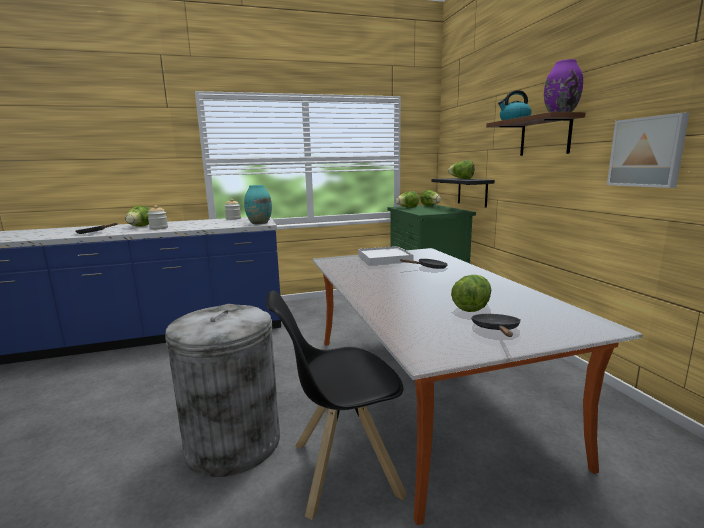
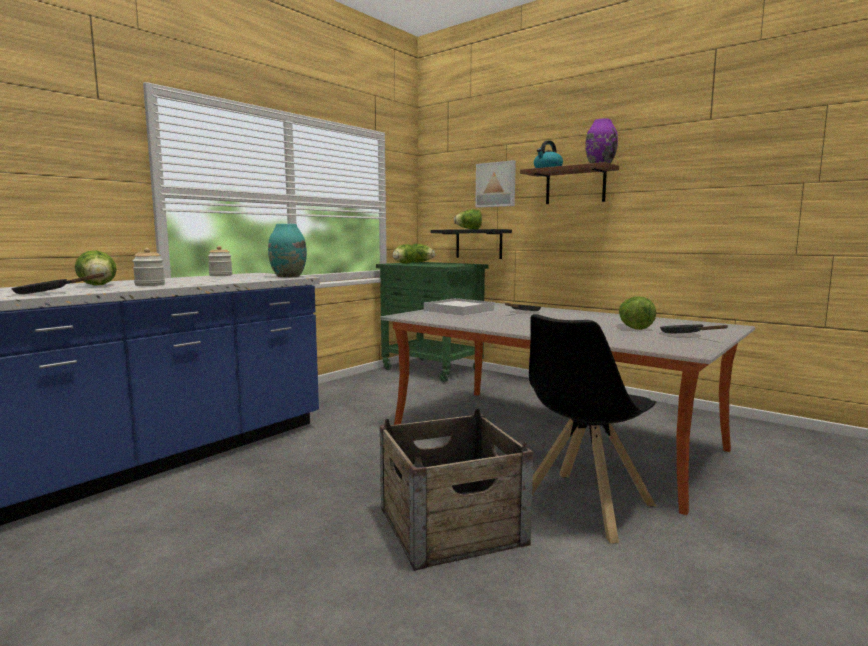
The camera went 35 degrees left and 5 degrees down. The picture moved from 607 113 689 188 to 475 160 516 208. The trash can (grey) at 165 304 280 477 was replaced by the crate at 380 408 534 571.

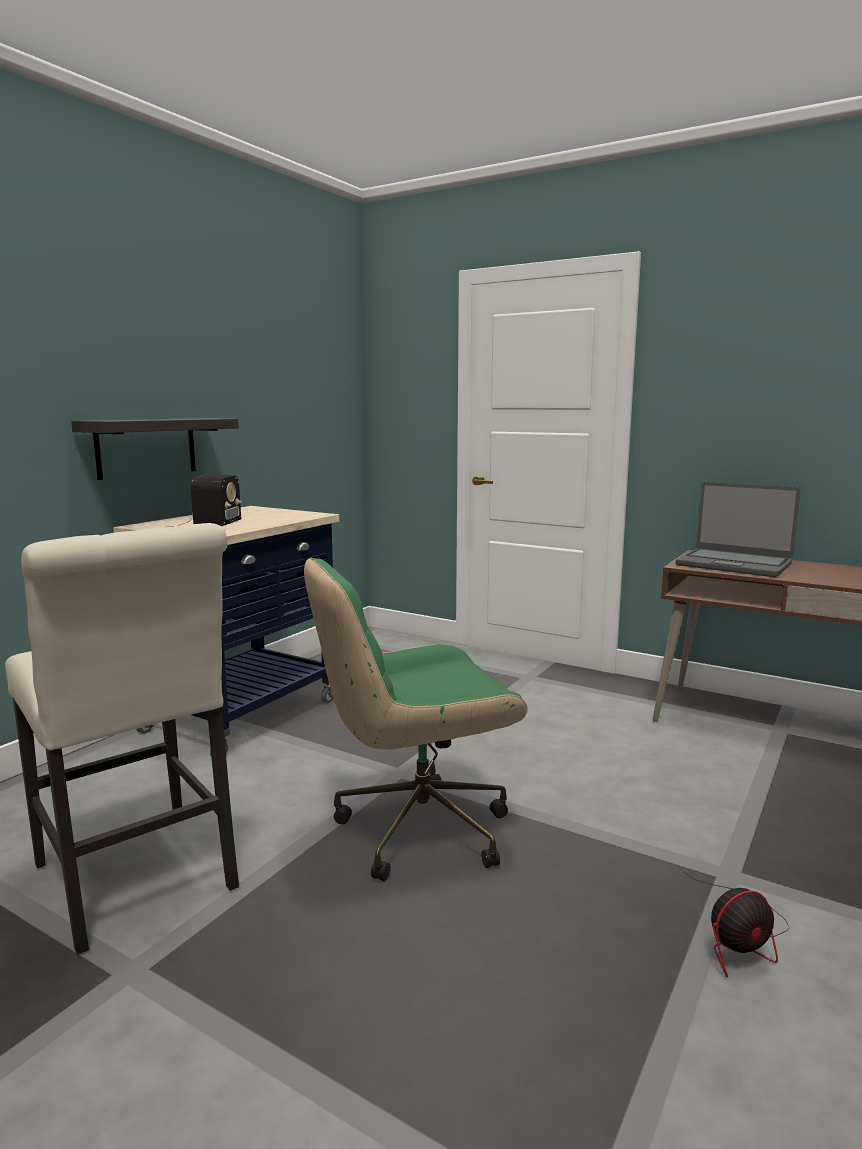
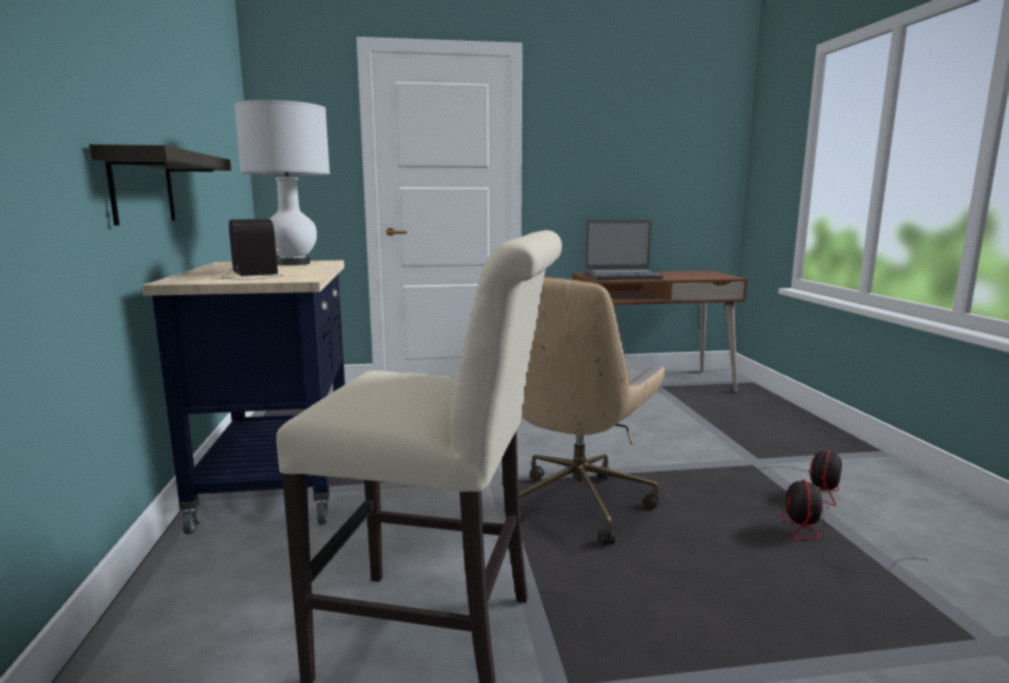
The camera went 40 degrees left and 0 degrees up. The office chair (green) at 304 557 528 881 became the office chair (grey) at 519 277 665 546. The table lamp (white) at 234 100 330 265 appeared. The fan at 782 480 925 575 appeared.

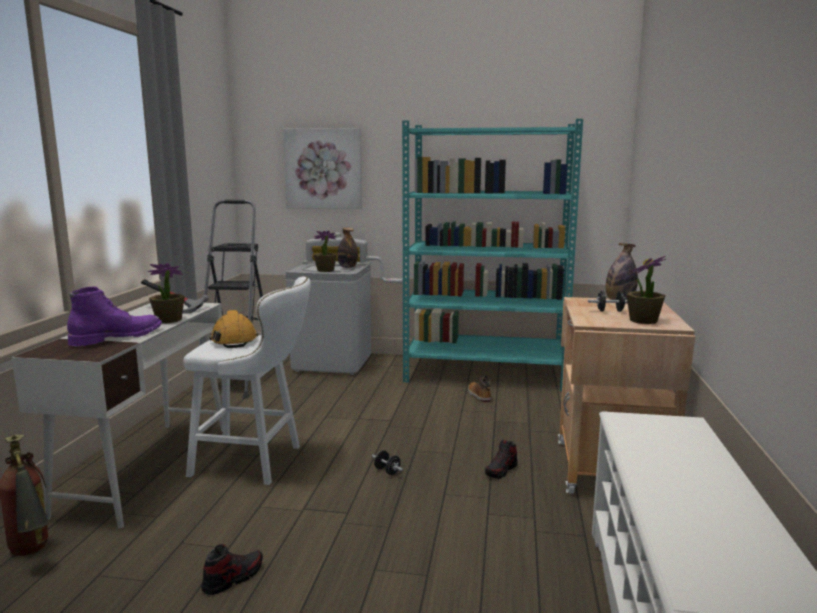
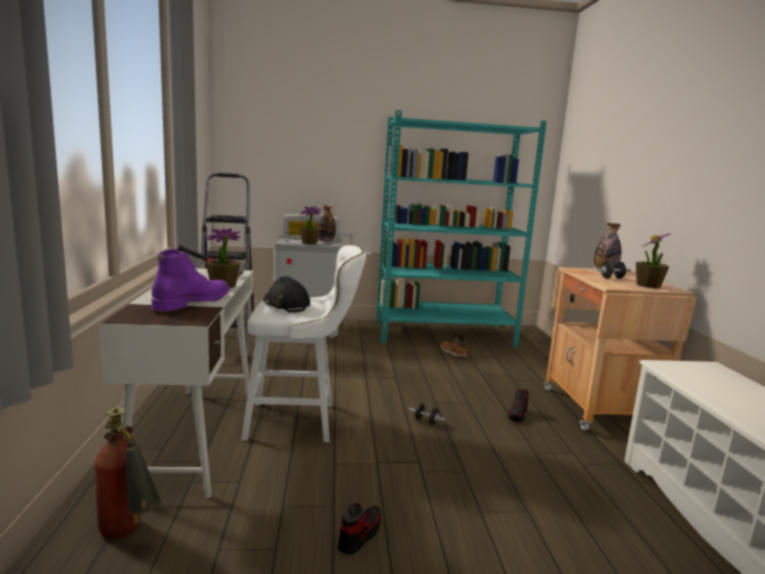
The camera went 15 degrees left and 0 degrees up. The picture at 283 128 362 209 disappeared. The hard hat (orange) at 209 310 258 348 became the hard hat (black) at 263 276 310 313.

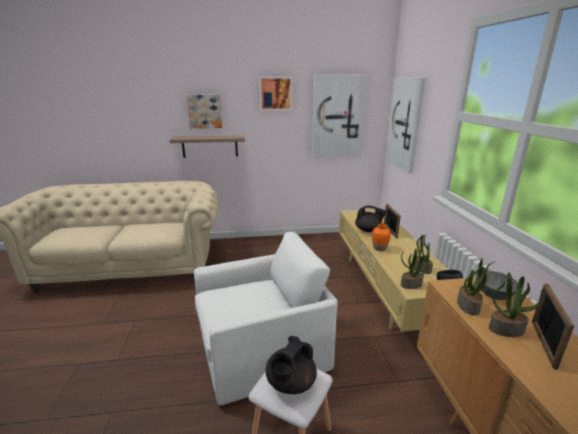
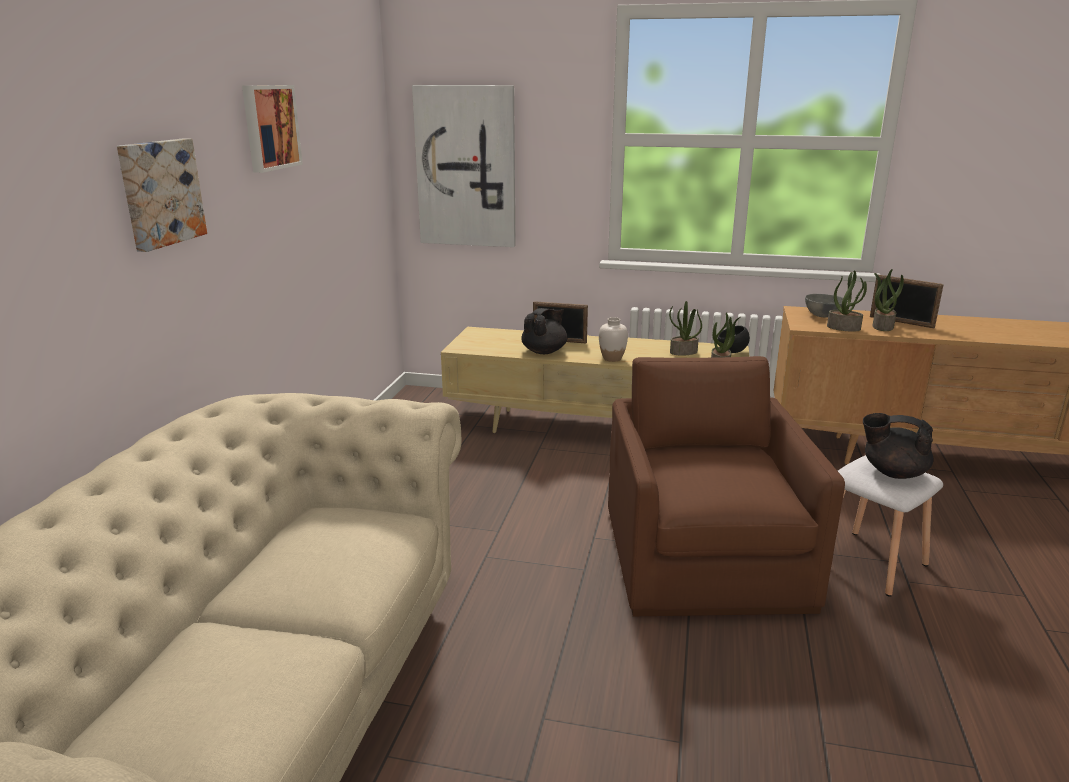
The camera went 70 degrees left and 0 degrees up. The picture at 312 75 368 158 disappeared. The shelf at 170 135 245 158 disappeared. The vase (orange) at 372 223 391 251 became the vase (white) at 599 317 628 362. The armchair (white) at 194 232 338 408 became the armchair (brown) at 608 356 845 616. The teapot (black) at 265 336 317 394 turned 150 degrees clockwise.

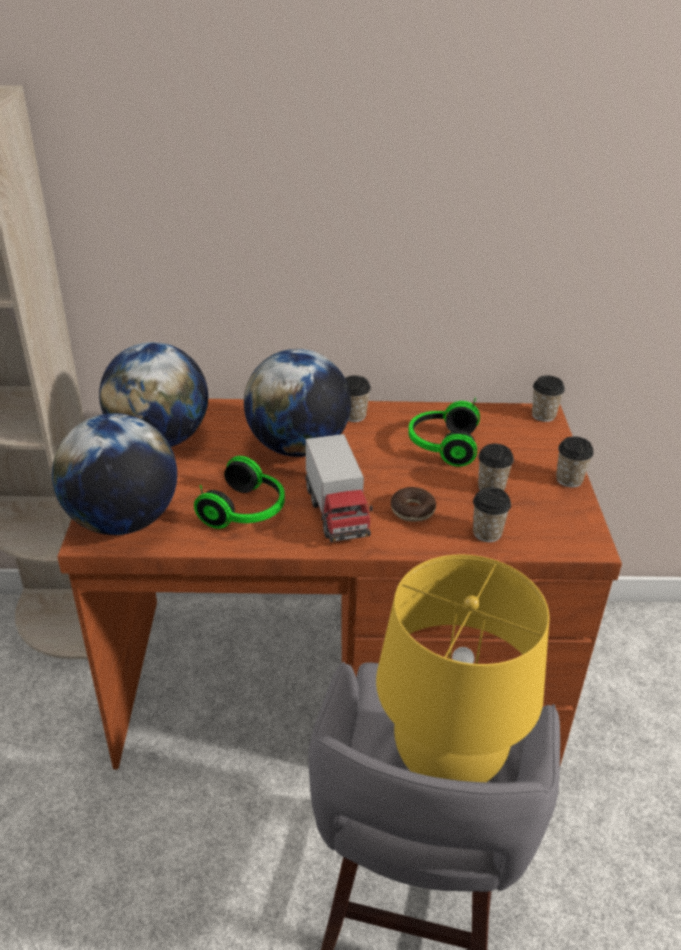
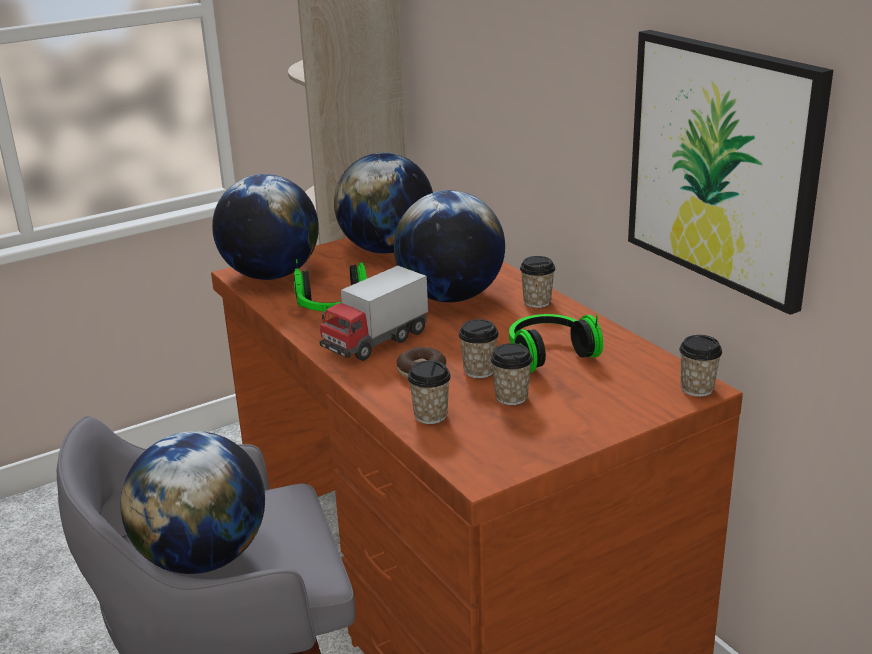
The camera went 60 degrees right and 10 degrees down. The cup moved from 556 436 594 487 to 459 319 499 378. The table lamp (yellow) at 376 555 549 782 was replaced by the globe at 121 431 265 574. The picture at 628 30 833 315 appeared.

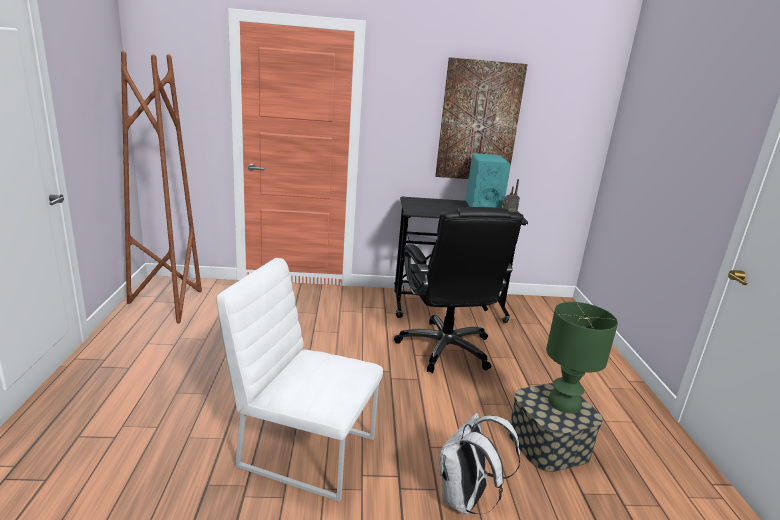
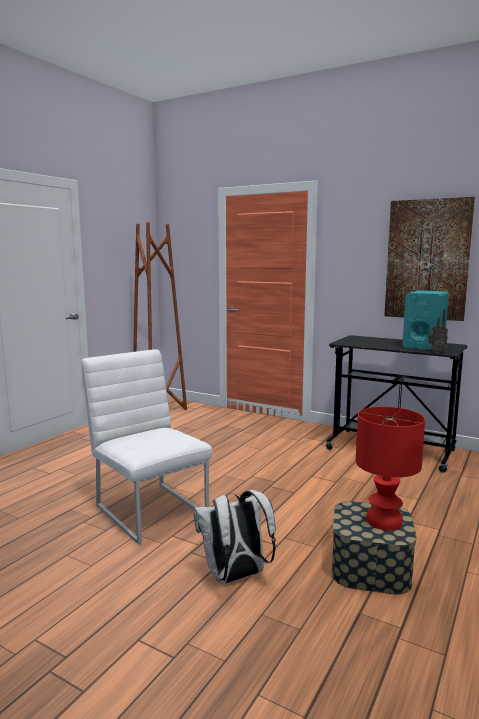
The camera went 35 degrees right and 10 degrees down. The office chair (black) at 394 207 523 373 disappeared. The table lamp (green) at 546 302 618 414 became the table lamp (red) at 356 407 425 531.

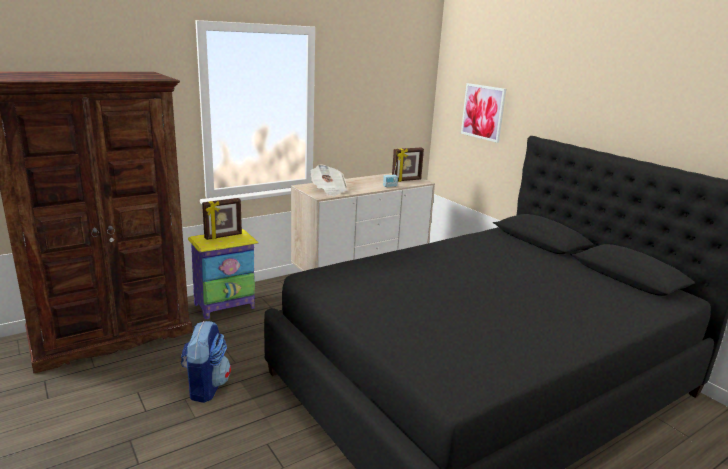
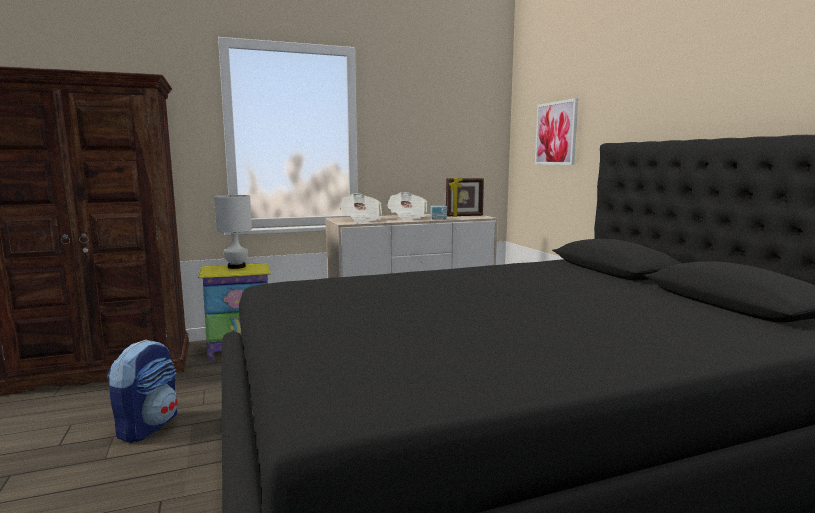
The camera went 15 degrees right and 10 degrees down. The picture frame at 202 198 242 240 was replaced by the table lamp (white) at 214 195 252 269. The newspaper at 387 192 427 220 appeared.

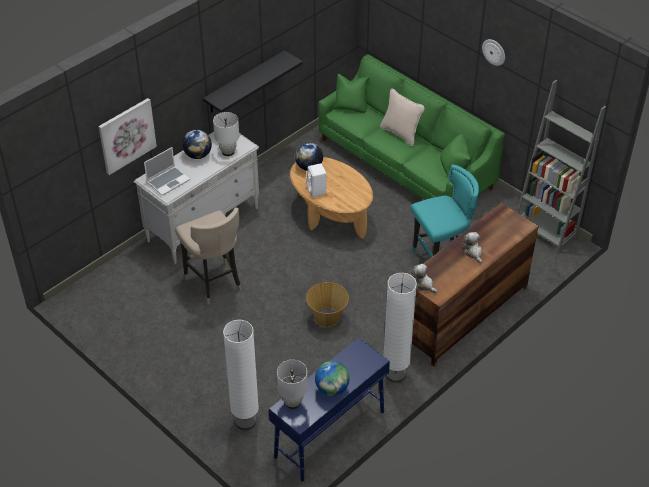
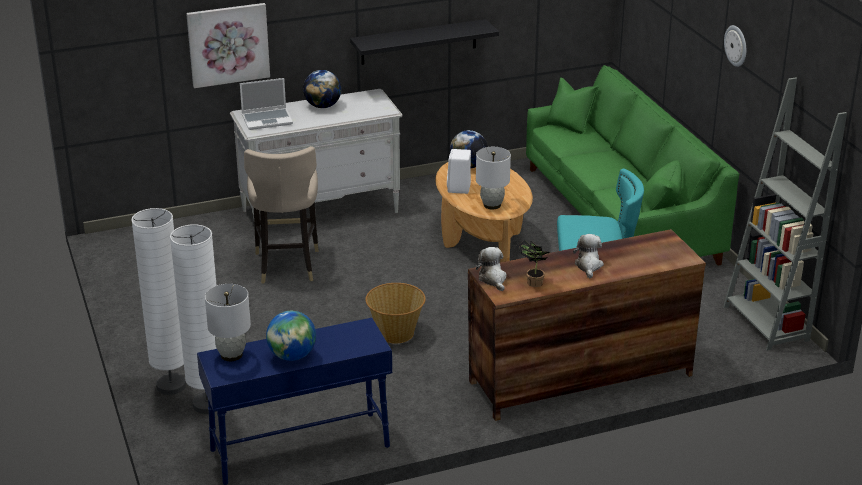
The camera went 25 degrees right and 15 degrees down. The pillow (beige) at 380 88 425 146 disappeared. The table lamp (white) moved from 213 112 239 156 to 476 147 511 209. The floor lamp (white) moved from 384 273 417 383 to 131 208 186 395. The potted plant at 516 240 550 287 appeared.

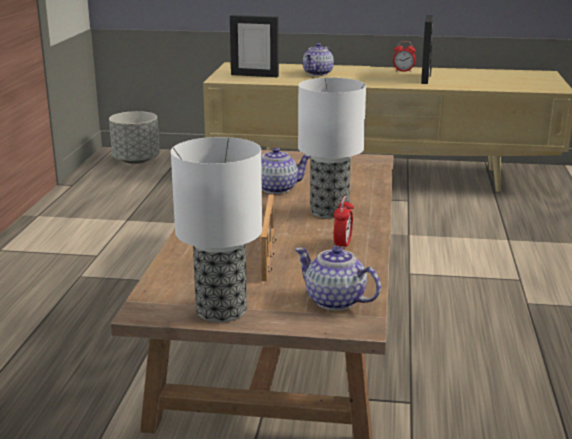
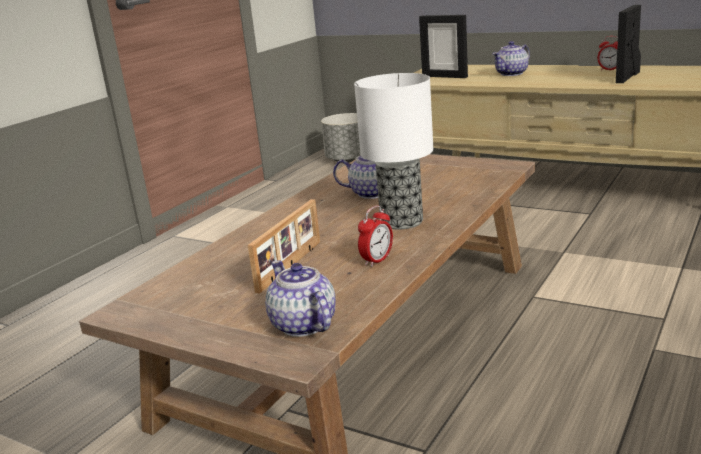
The camera went 25 degrees right and 0 degrees up. The table lamp at 171 137 262 322 disappeared.

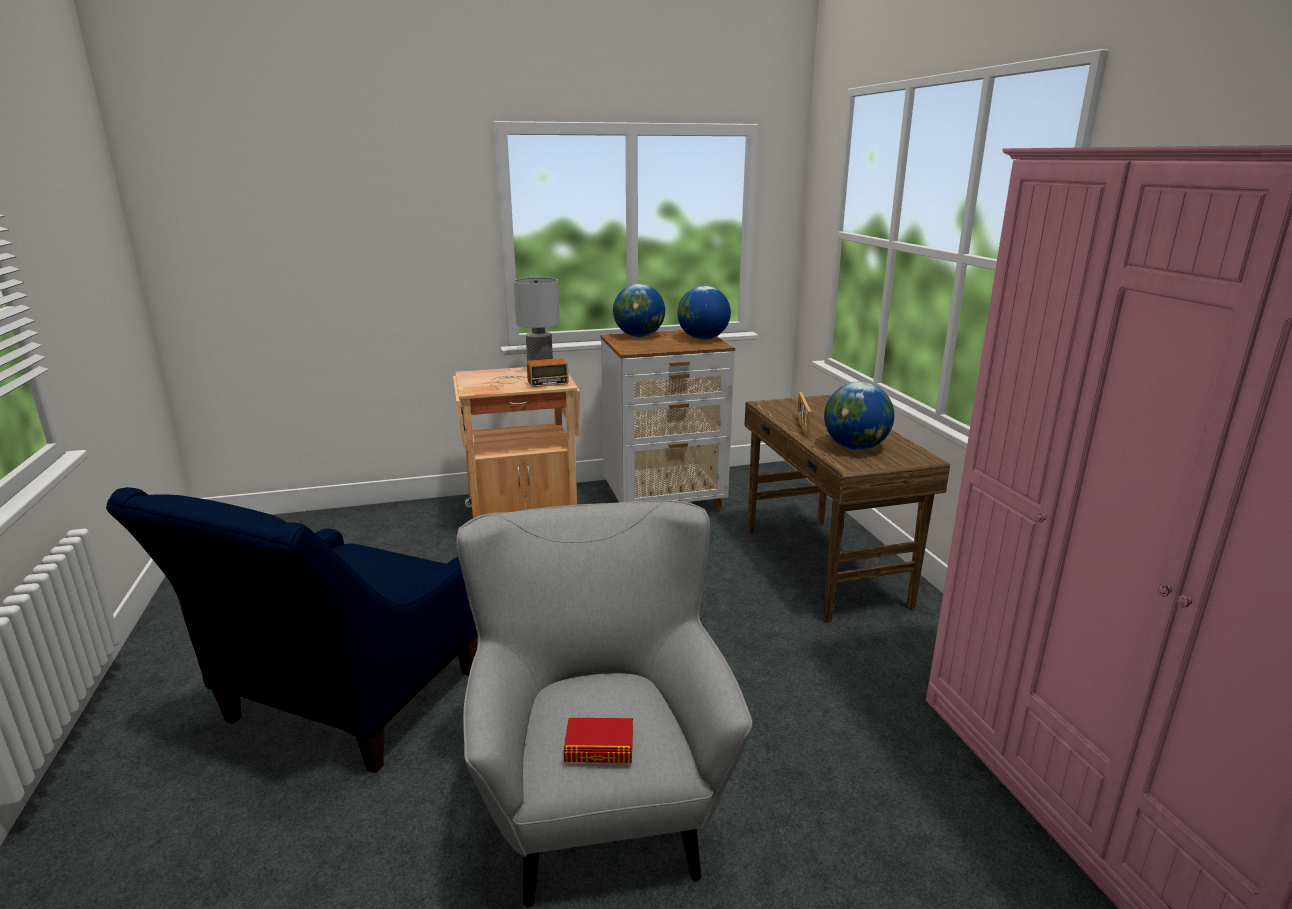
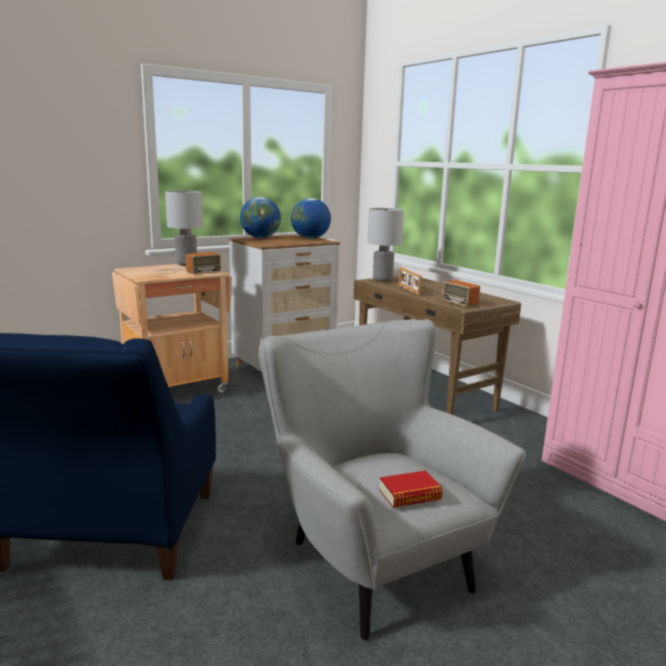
The camera went 20 degrees left and 5 degrees down. The globe at 824 382 894 450 was replaced by the radio at 434 280 480 306. The table lamp (grey) at 367 208 404 282 appeared.

